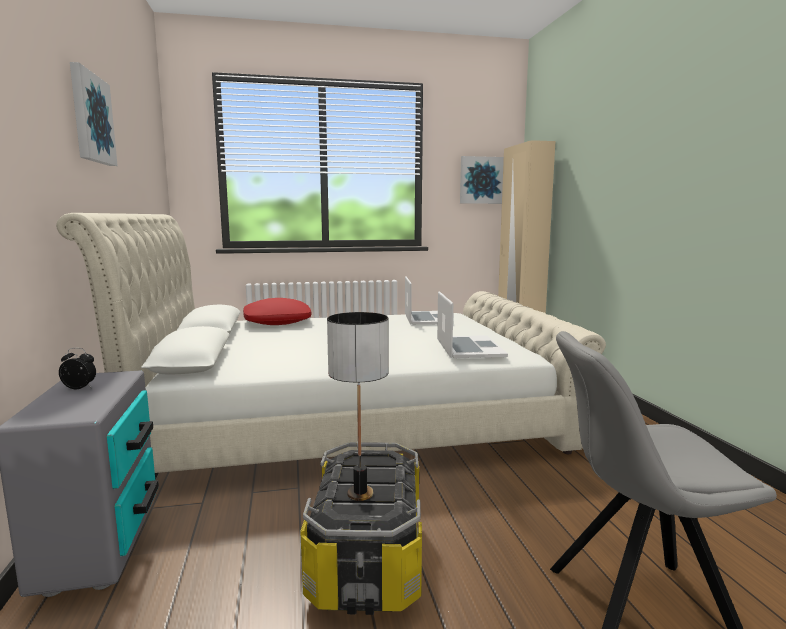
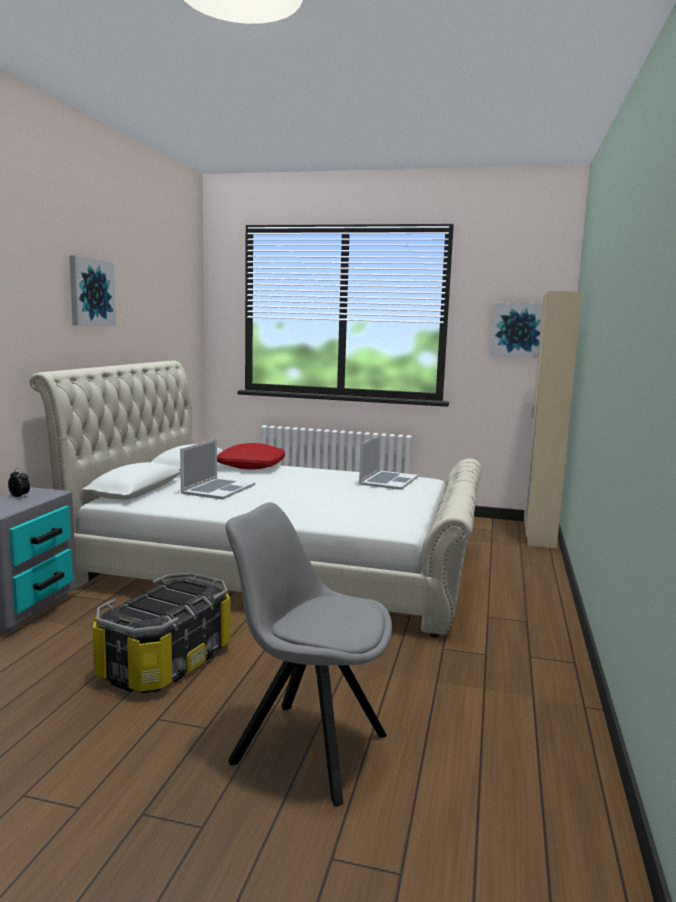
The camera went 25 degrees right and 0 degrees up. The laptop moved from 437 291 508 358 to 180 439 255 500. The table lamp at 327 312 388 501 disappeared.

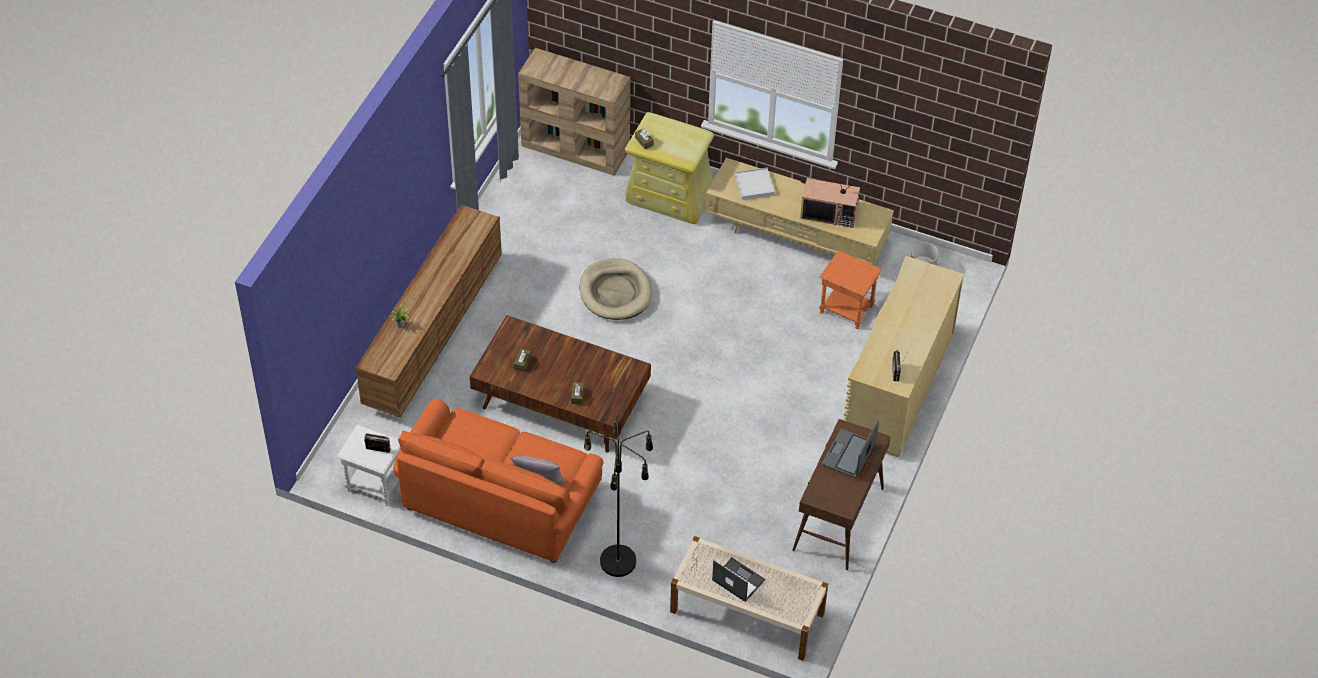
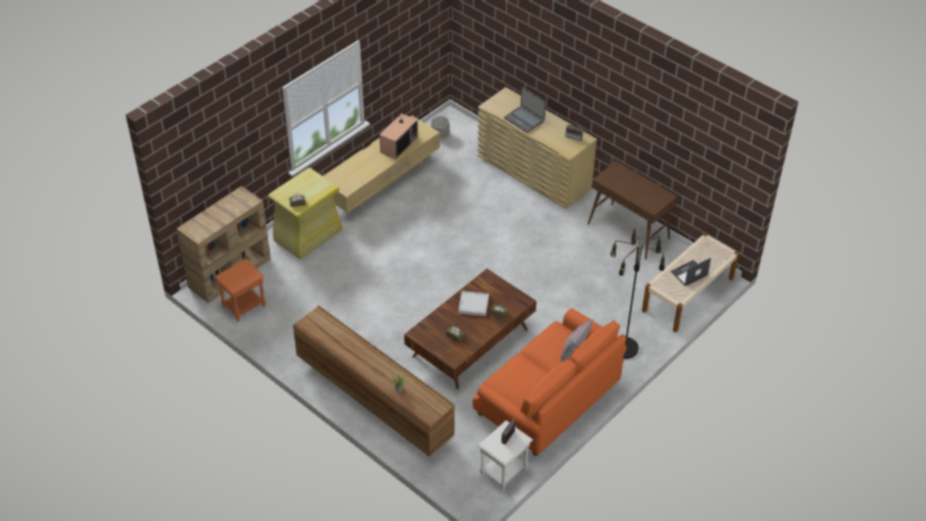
The camera went 70 degrees left and 5 degrees down. The tray (white) moved from 734 168 775 200 to 458 291 489 316. The side table (orange) moved from 819 250 883 329 to 214 259 266 322. The dog bed (beige) at 580 258 653 320 disappeared. The laptop moved from 822 420 879 478 to 504 87 546 133.

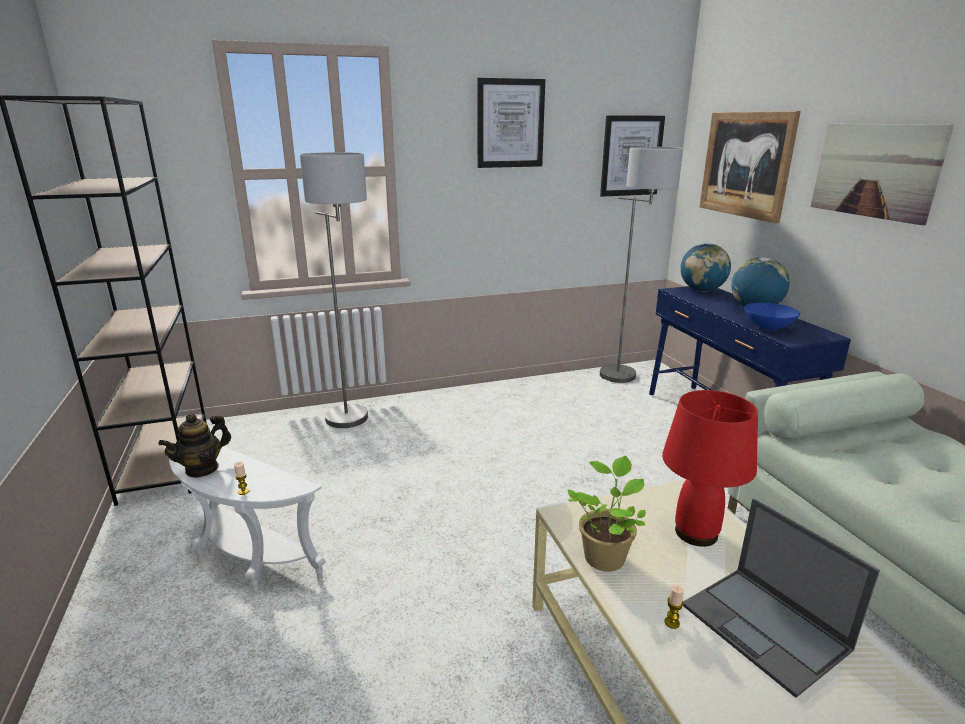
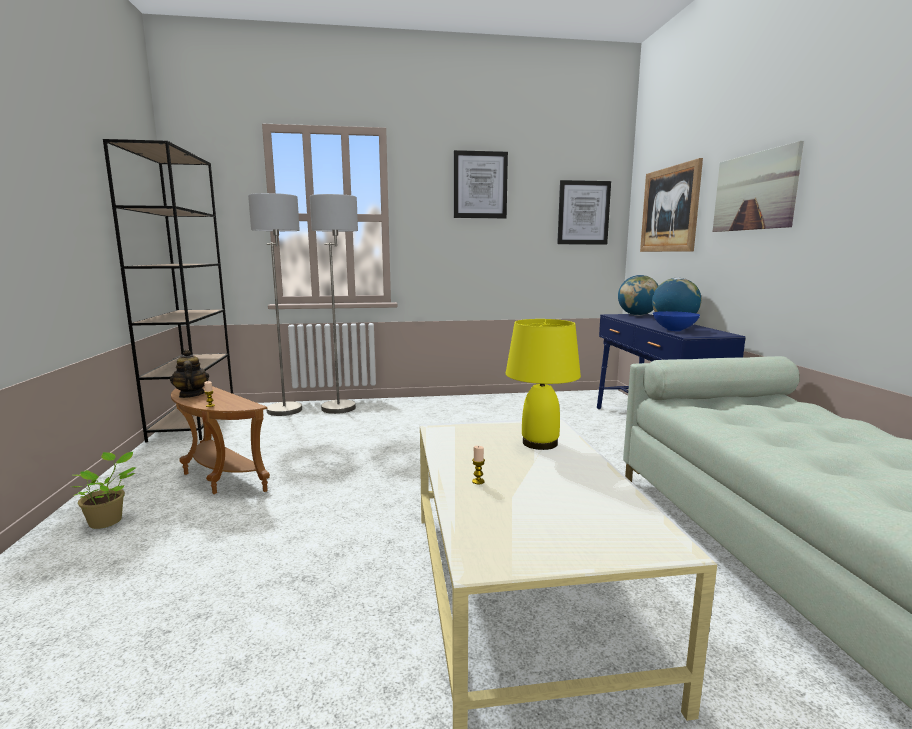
The camera went 10 degrees right and 10 degrees down. The floor lamp (grey) moved from 600 147 683 383 to 248 193 302 416. The table lamp (red) at 662 390 758 547 became the table lamp (yellow) at 506 319 581 450. The teapot at 158 413 231 478 turned 105 degrees clockwise. The side table (white) at 169 446 326 593 became the side table (brown) at 171 385 270 494. The potted plant moved from 568 456 646 572 to 72 452 137 529. The laptop at 683 499 880 698 disappeared.

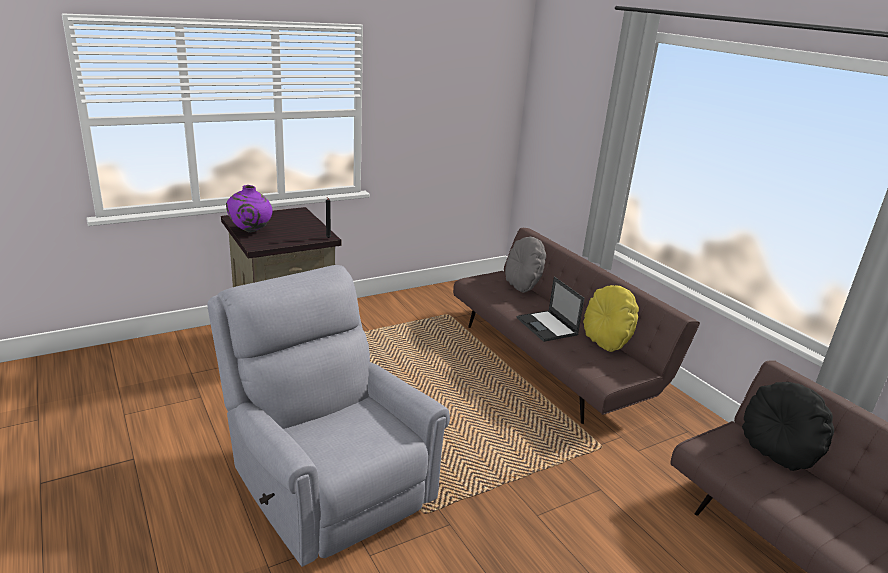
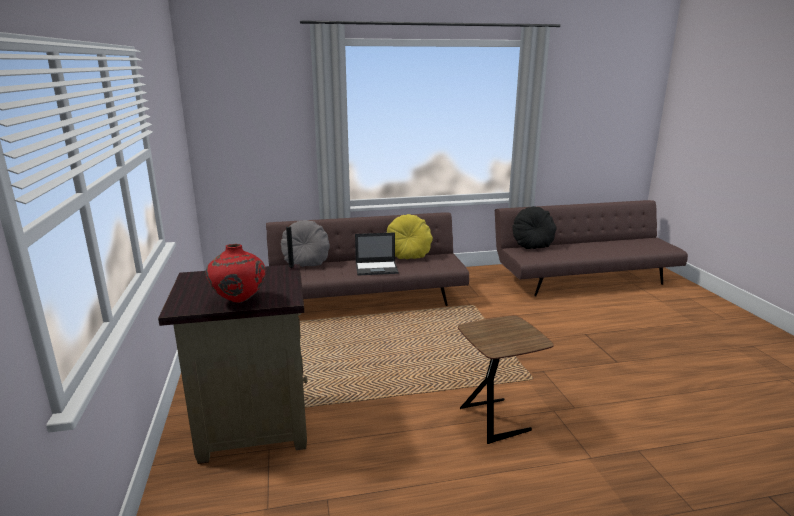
The camera went 70 degrees left and 5 degrees down. The vase (purple) at 226 185 273 233 became the vase (red) at 206 244 265 303. The armchair (grey) at 207 265 450 567 was replaced by the side table (brown) at 458 315 554 444.

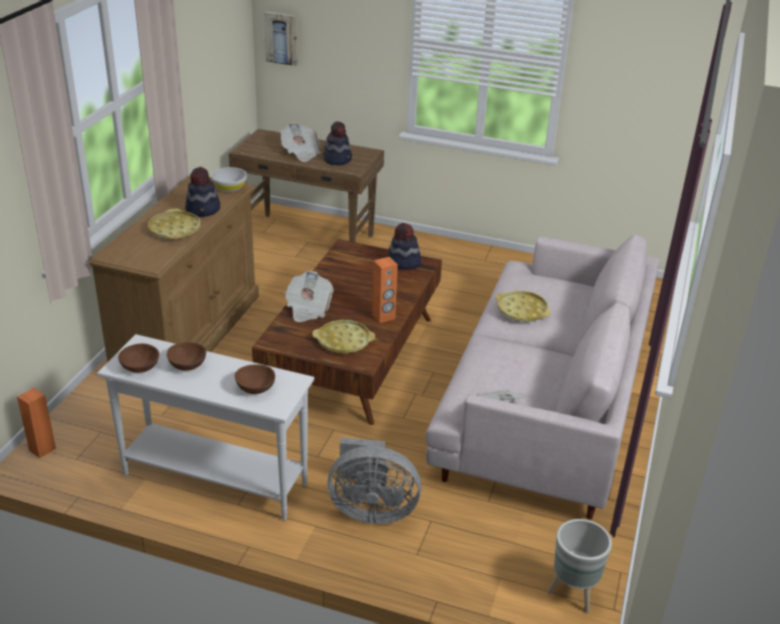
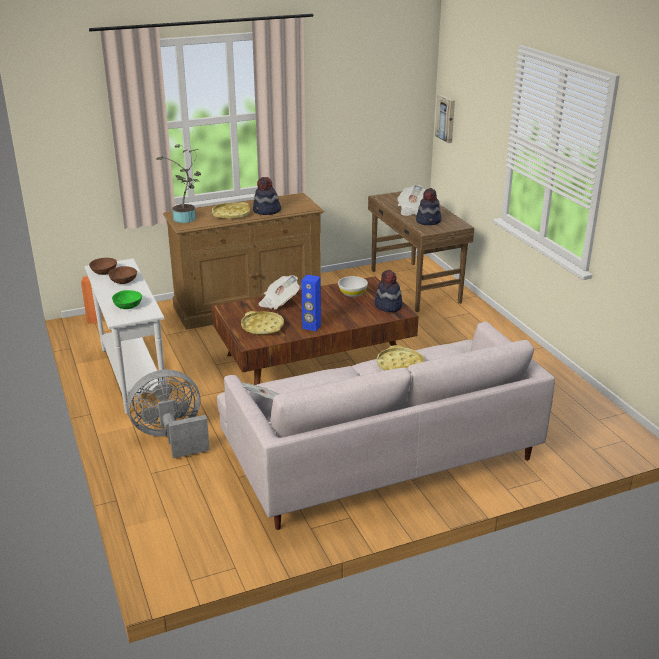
The camera went 50 degrees right and 5 degrees down. The bowl (white) moved from 211 167 247 192 to 338 276 368 297. The speaker (orange) at 372 257 398 323 became the speaker (blue) at 301 275 321 331. The bowl (brown) at 235 364 275 394 became the bowl (green) at 112 290 142 309. The fan (grey) at 328 437 421 524 turned 105 degrees clockwise. The planter (grey) at 547 519 612 613 disappeared. The potted plant at 156 144 201 223 appeared.

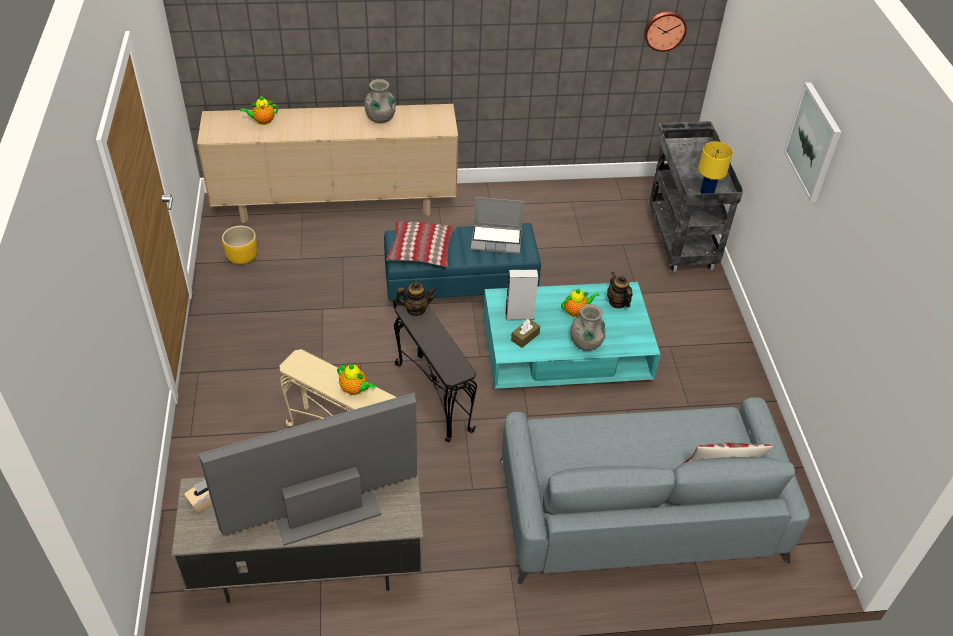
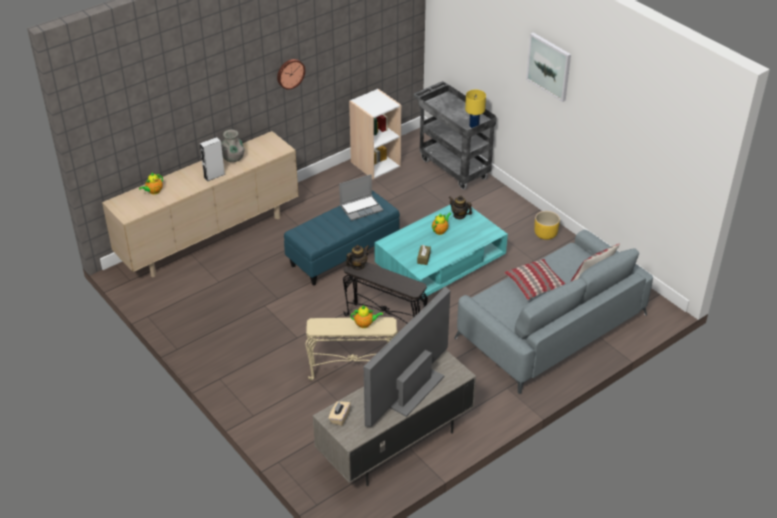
The camera went 30 degrees left and 5 degrees down. The wall clock moved from 644 12 687 52 to 277 59 305 90. The pillow moved from 386 221 455 267 to 504 259 566 300. The planter (yellow) moved from 222 226 257 265 to 534 211 560 240. The speaker (grey) moved from 505 270 538 320 to 200 137 225 182. The vase (grey) at 570 304 605 351 disappeared. The bookcase at 349 89 401 179 appeared.

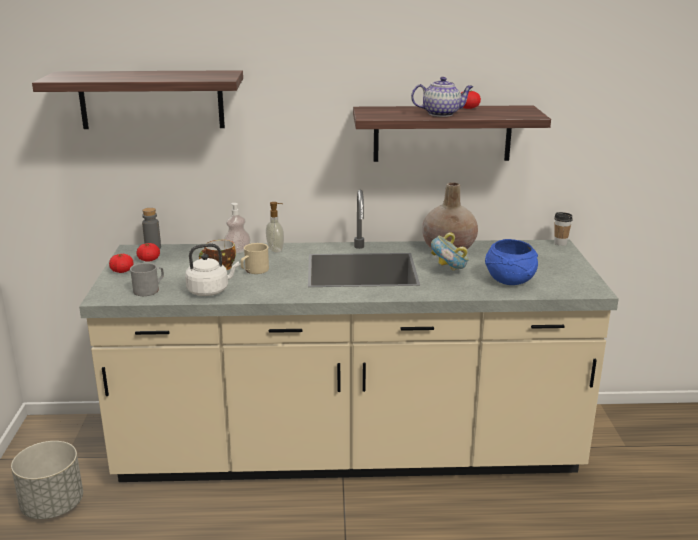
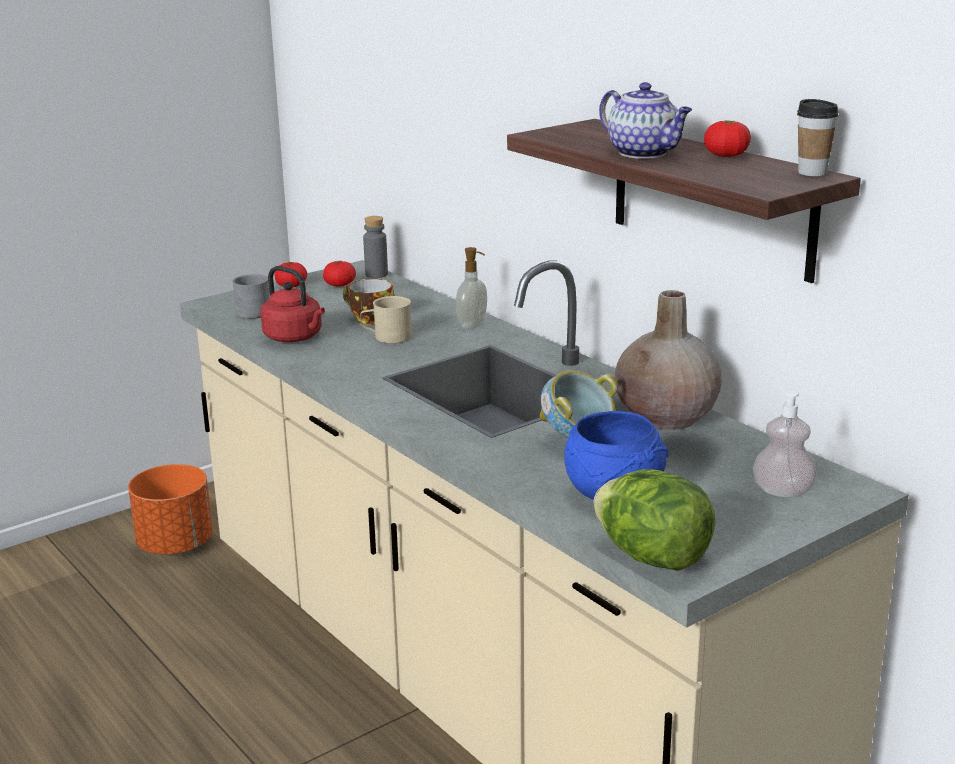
The camera went 55 degrees right and 0 degrees up. The shelf at 32 70 243 129 disappeared. The soap dispenser moved from 224 203 251 254 to 753 389 817 497. The cup moved from 554 212 573 246 to 797 99 839 176. The kettle (white) at 185 244 239 296 became the kettle (red) at 260 266 325 342. The planter (grey) at 11 441 83 519 became the planter (orange) at 128 464 213 554. The lettuce at 593 469 715 571 appeared.

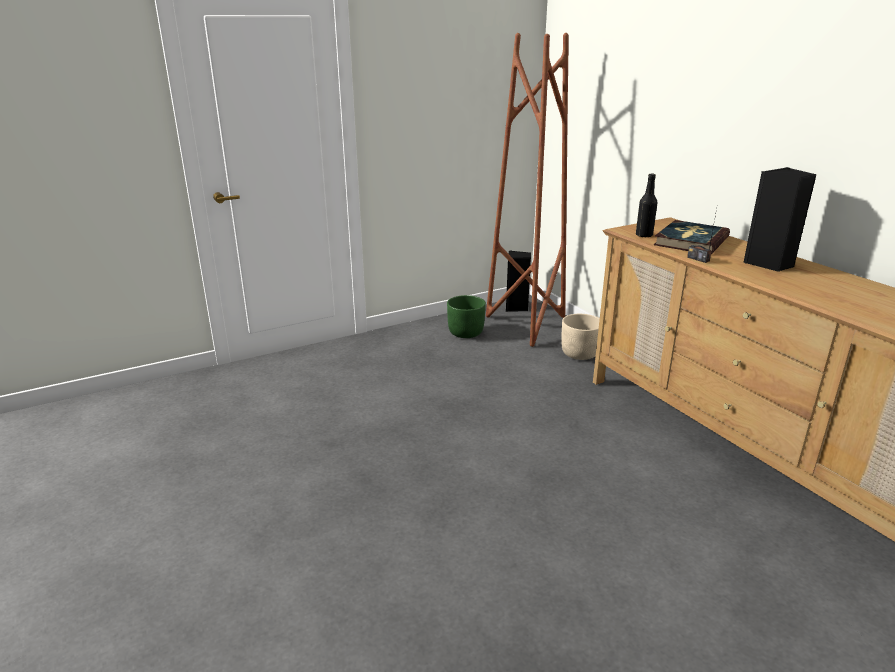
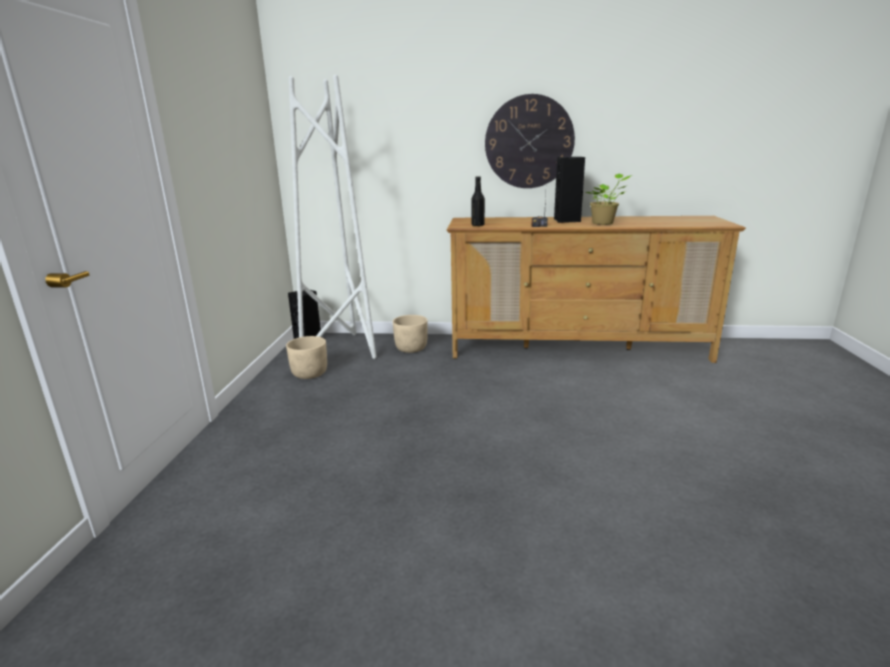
The camera went 55 degrees left and 5 degrees down. The clothes rack (brown) at 486 33 569 347 became the clothes rack (white) at 289 74 377 359. The book at 654 220 730 254 disappeared. The planter (green) at 447 295 486 338 became the planter (beige) at 286 336 327 379. The wall clock at 485 94 575 188 appeared. The potted plant at 586 173 632 225 appeared.

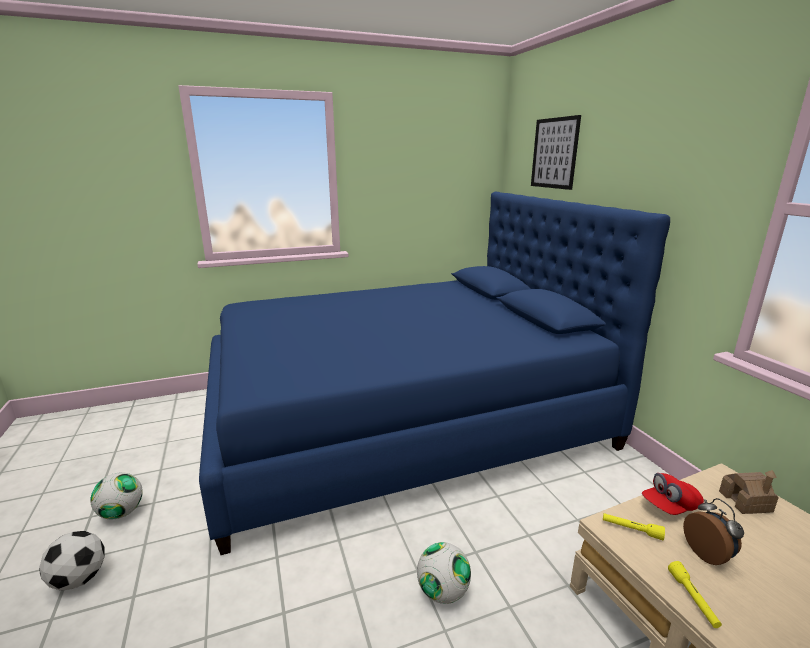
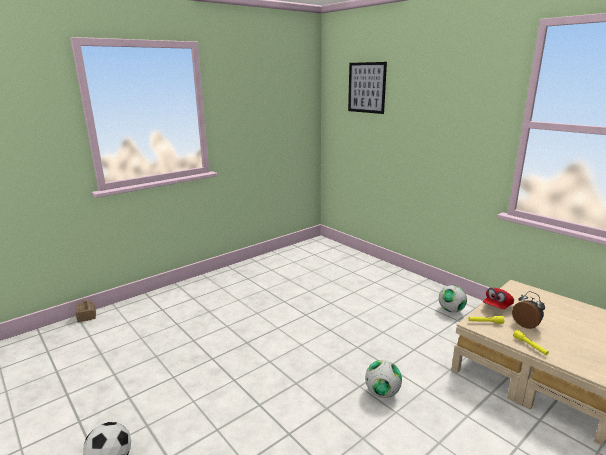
The camera went 20 degrees left and 0 degrees up. The bed (blue) at 199 192 670 555 disappeared. The toy house moved from 719 470 779 514 to 76 298 96 322. The football moved from 90 472 143 519 to 439 285 467 312.

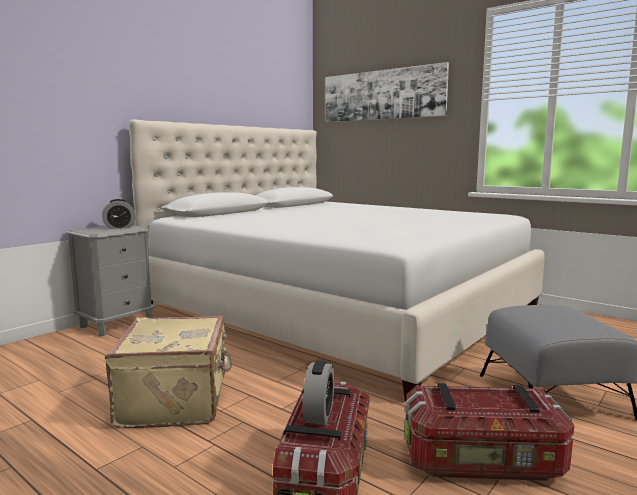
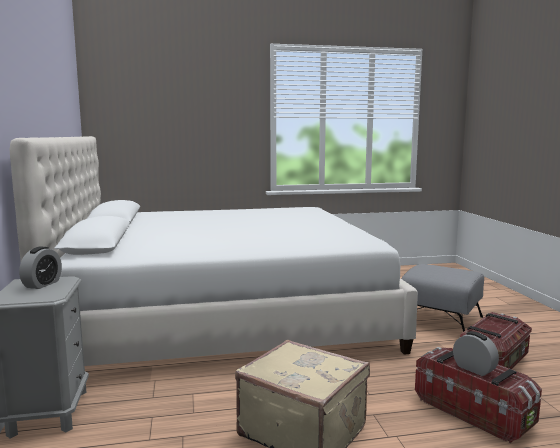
The camera went 50 degrees left and 0 degrees up. The picture at 325 62 449 122 disappeared.

